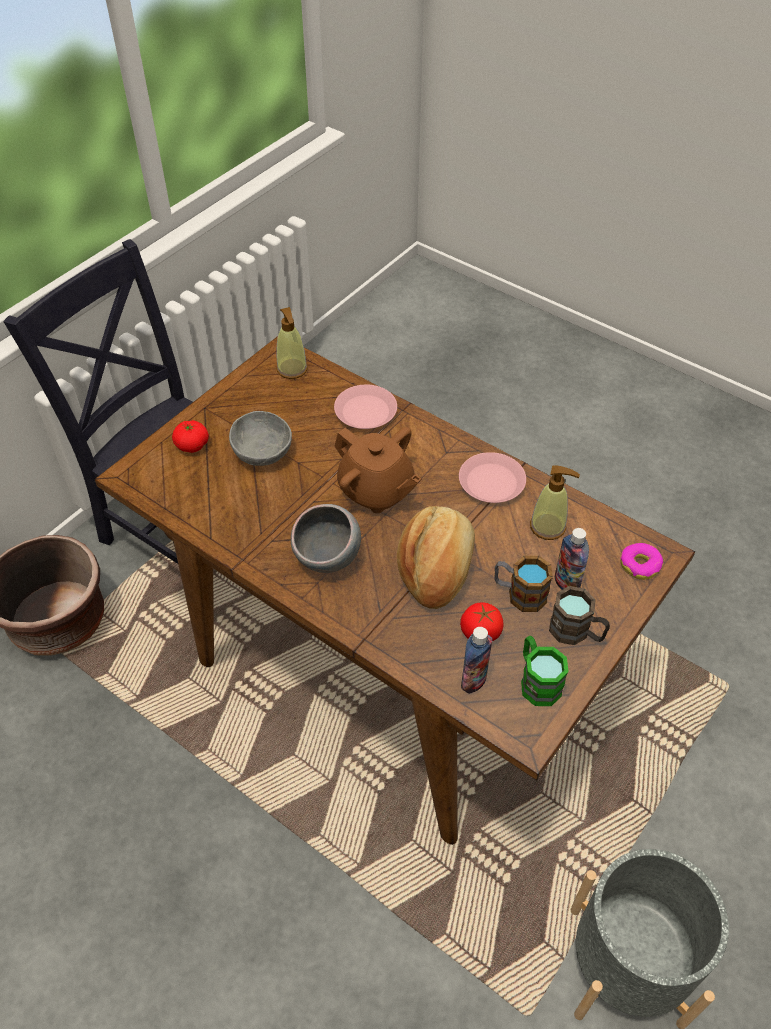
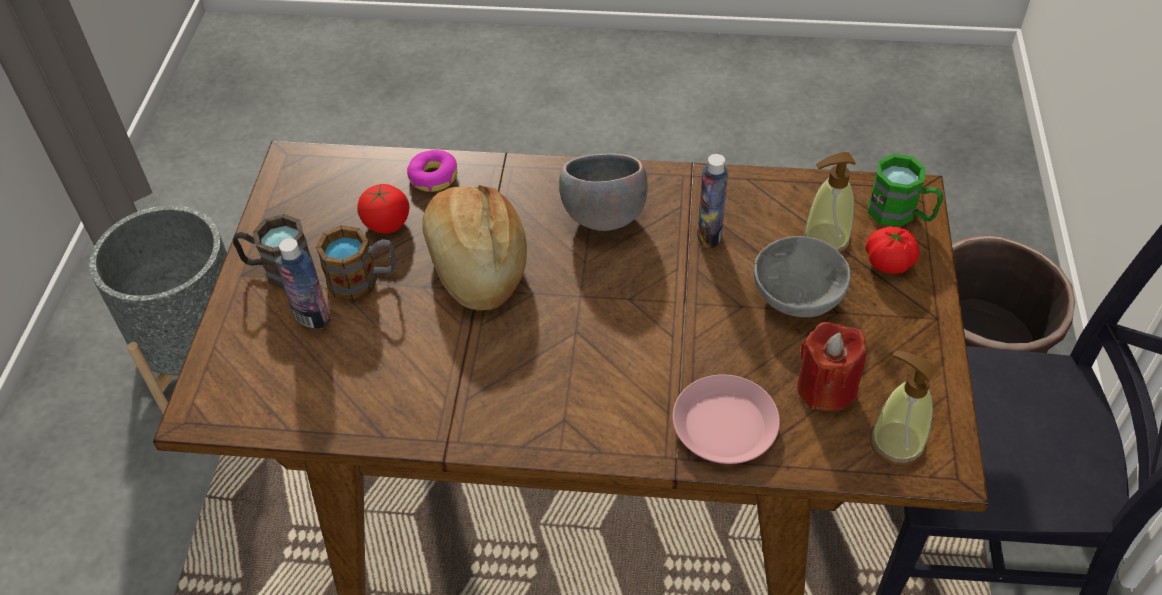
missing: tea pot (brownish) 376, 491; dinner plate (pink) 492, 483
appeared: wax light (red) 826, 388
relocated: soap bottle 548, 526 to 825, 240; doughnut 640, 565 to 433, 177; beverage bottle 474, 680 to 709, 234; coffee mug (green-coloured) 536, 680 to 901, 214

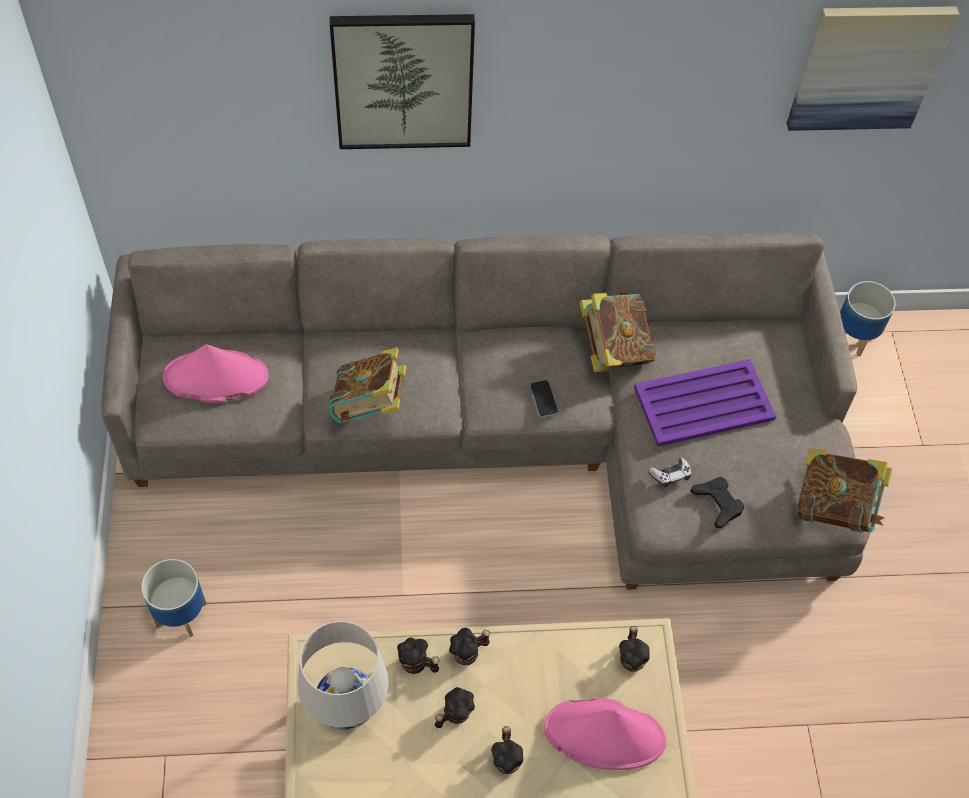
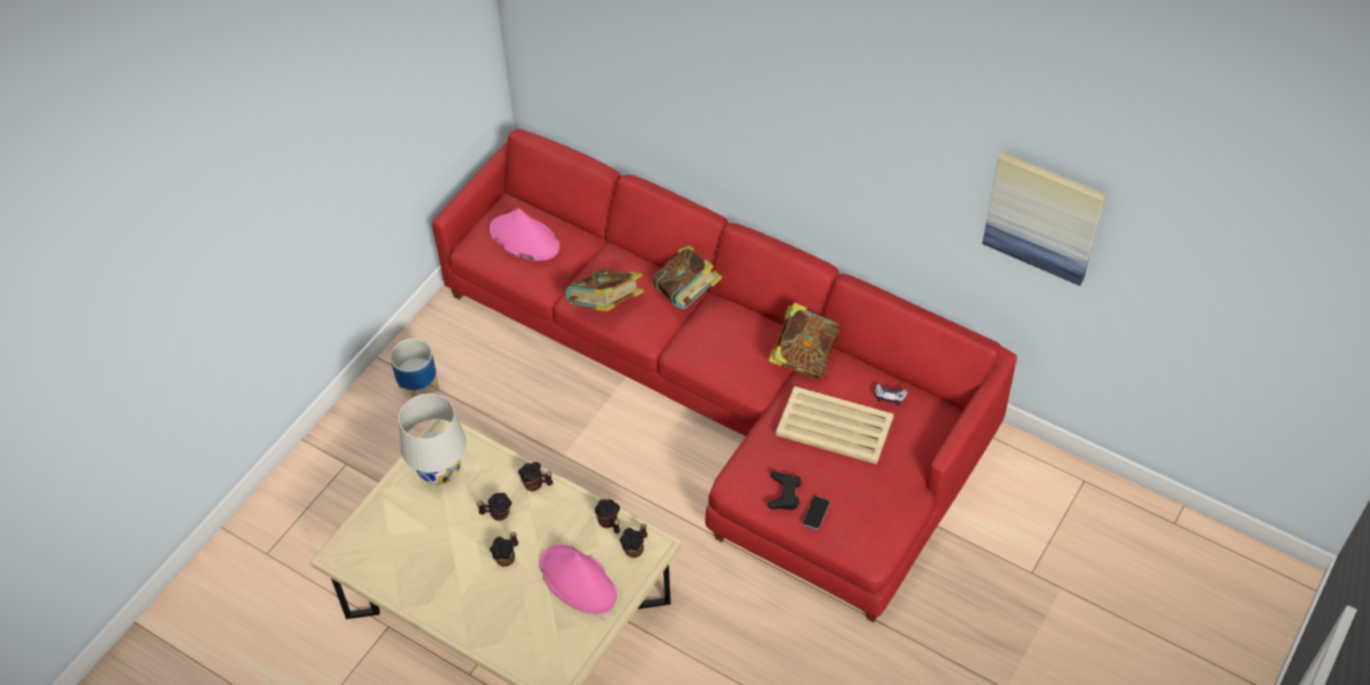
missing: wall picture 403, 80; flower pot 854, 337
relocated: telephone 543, 399 to 816, 513; bound book 834, 506 to 687, 294; game controller 670, 475 to 889, 397; coffee mug 418, 665 to 609, 523
colour: couch (greyish) 517, 428 to couch (red) 730, 393; serving tray (purple) 705, 403 to serving tray (beige) 835, 426

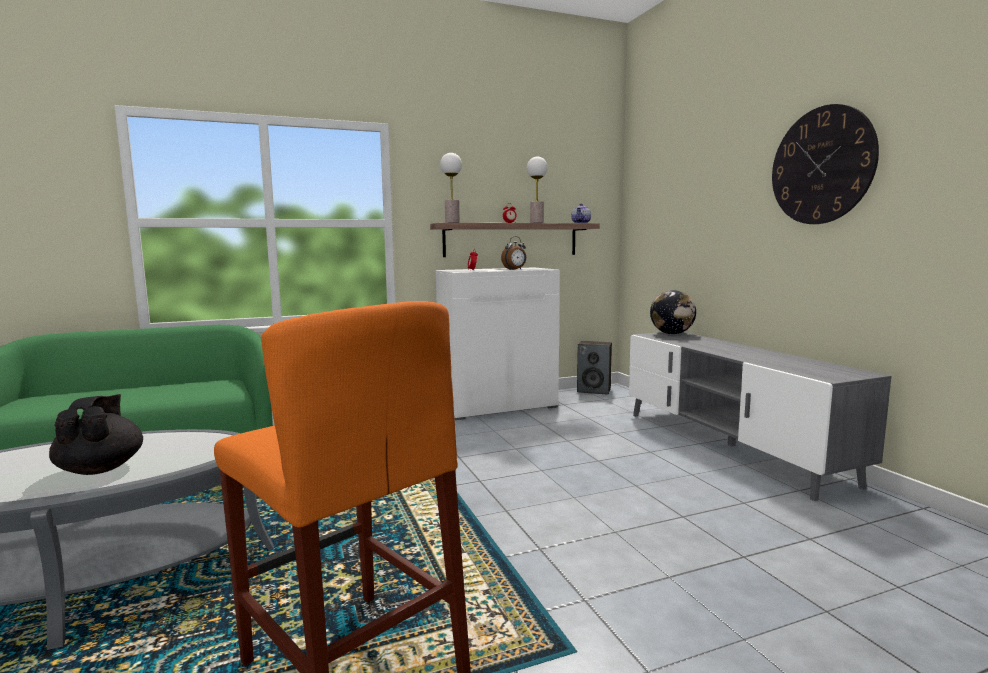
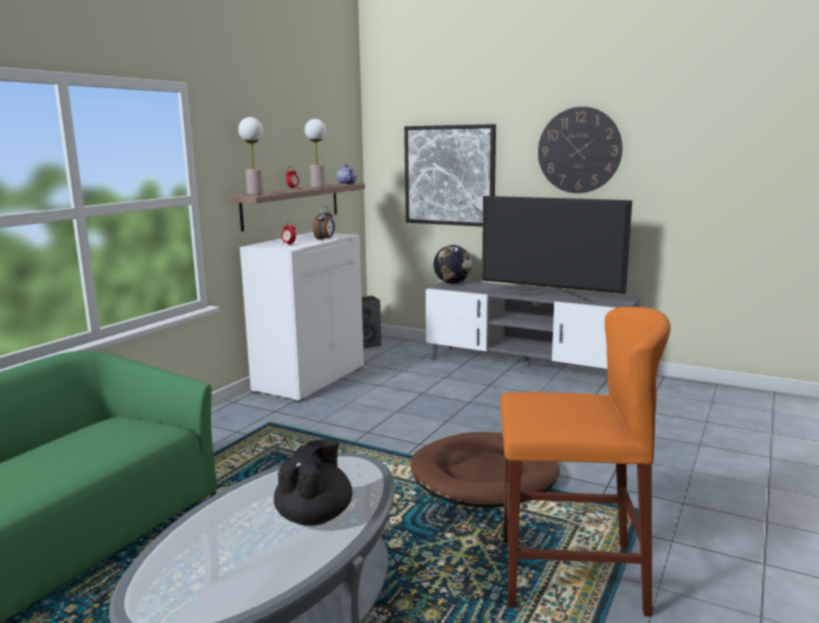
appeared: wall picture 449, 175; TV 550, 297; pet bed (brownish) 484, 476
spun: tea pot (black) 101, 468 = 315, 516 75 degrees clockwise

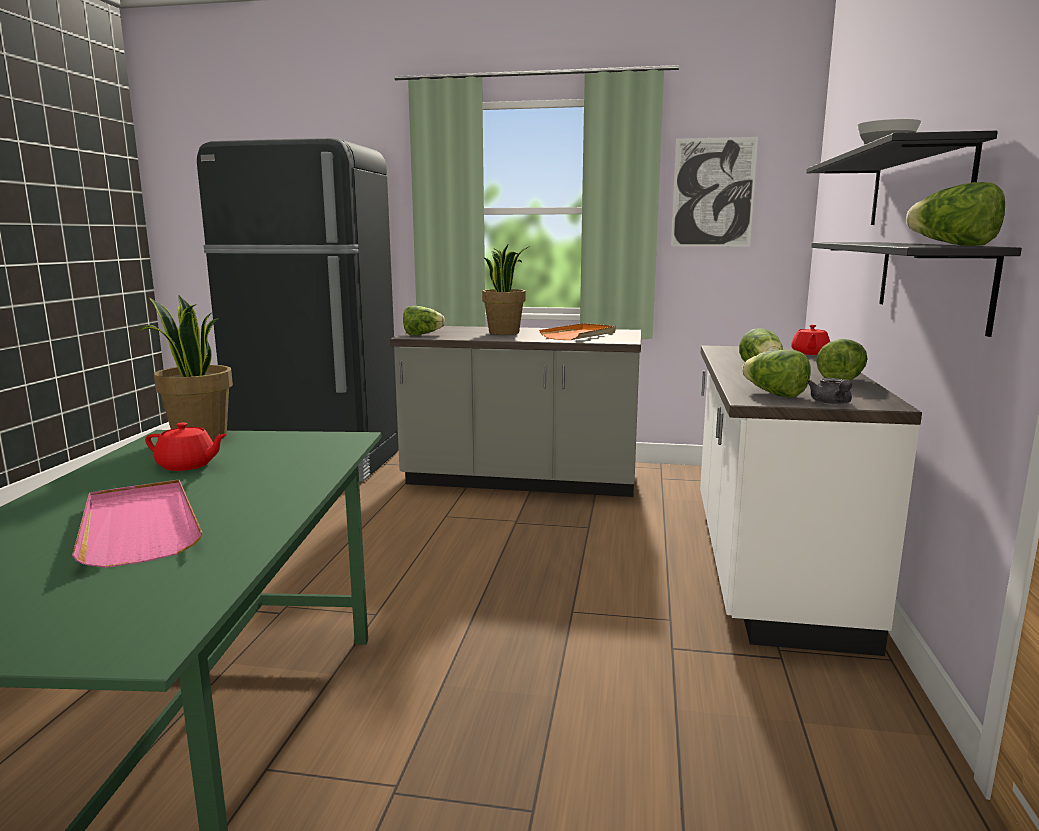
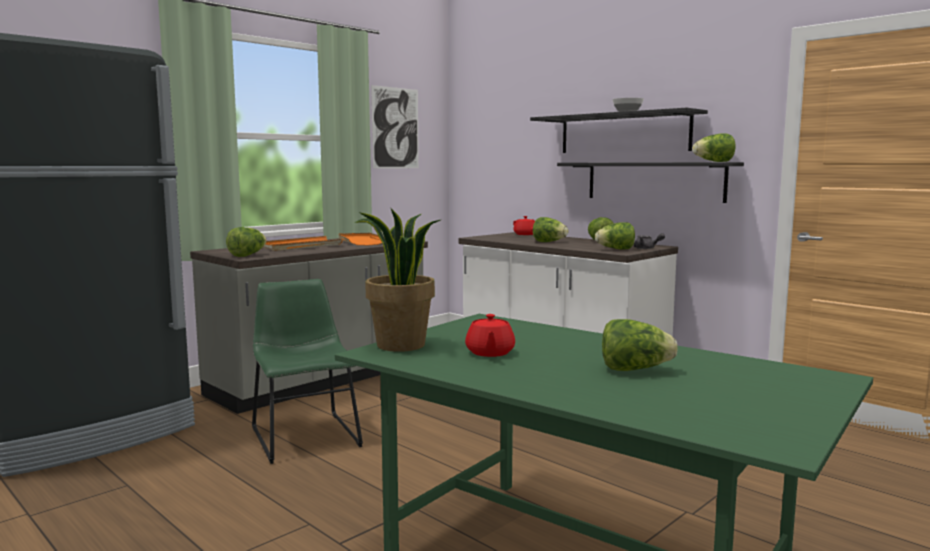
appeared: chair (green-coloured) 304, 435
exchanged: plant in a pot 504, 332 to serving tray (orangey) 300, 246; serving tray (pink) 139, 527 to lettuce head 634, 370
spun: tea pot (red) 187, 465 = 489, 353 135 degrees clockwise

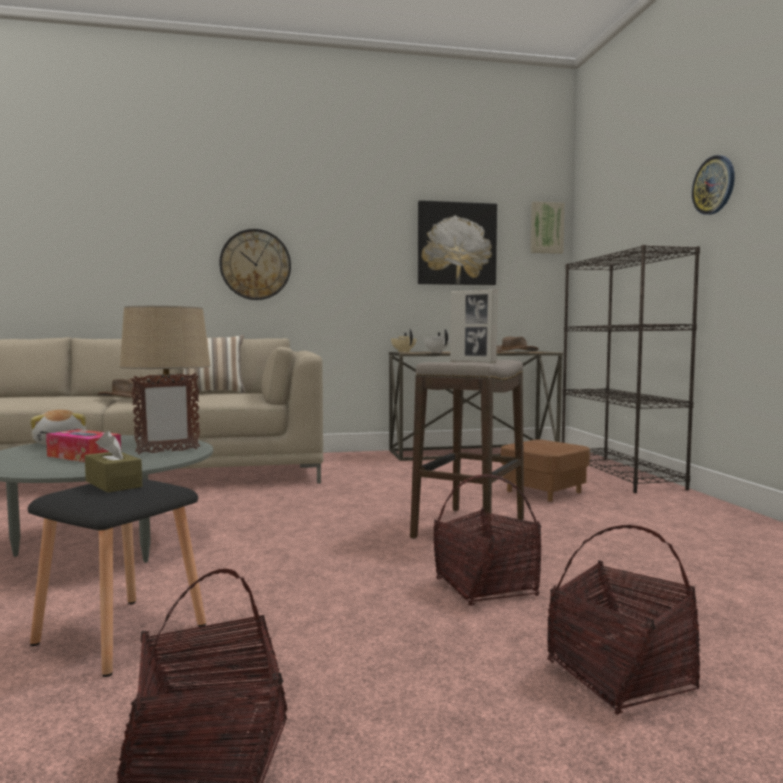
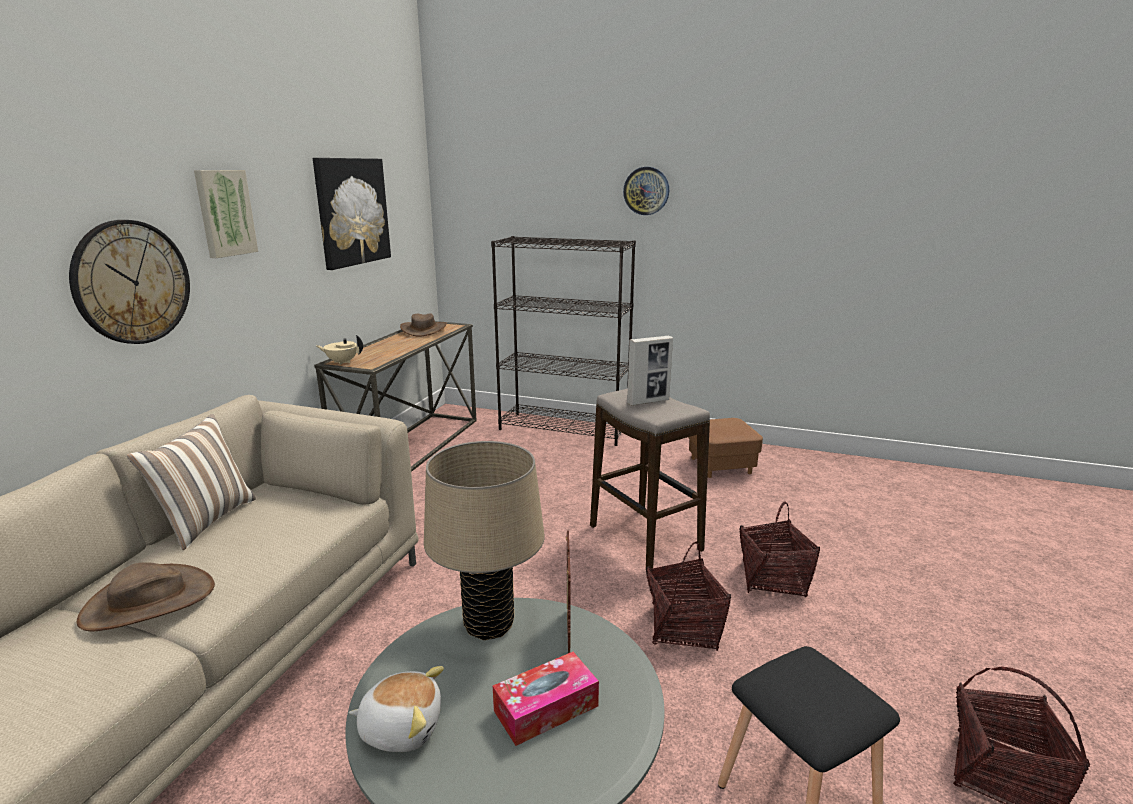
missing: tea pot (whitish) 436, 352; tissue box (brownish) 113, 484
relocated: wall picture 546, 228 to 224, 213; ottoman (brownish) 544, 492 to 721, 466; storage basket 619, 676 to 683, 627

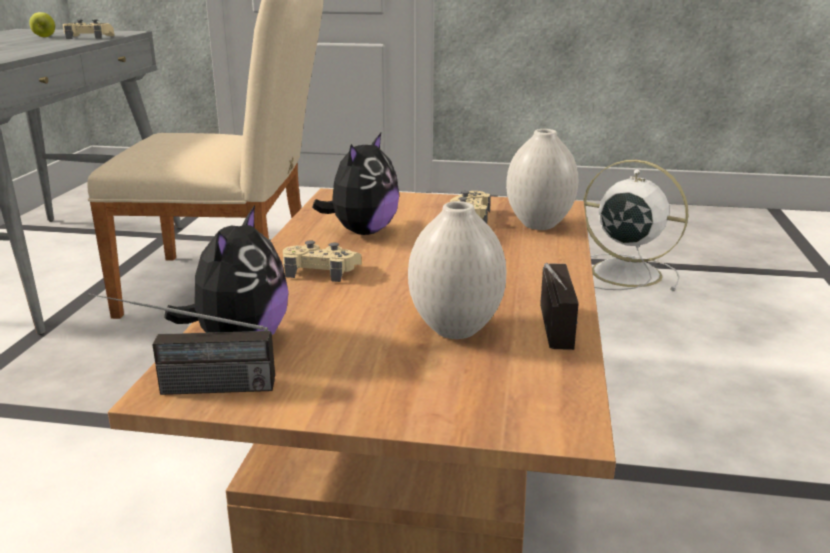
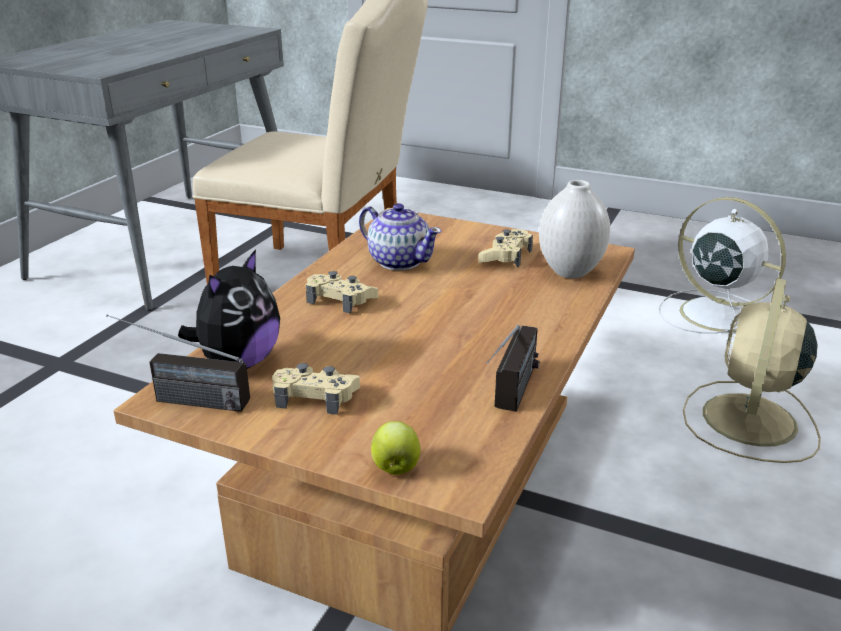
missing: flower vase (whitish) 454, 329
appeared: electric fan (beige) 748, 422
relocated: apple 44, 37 to 396, 468; game controller (beige) 89, 38 to 315, 396
exchanged: plush toy 362, 231 to tea pot 399, 261

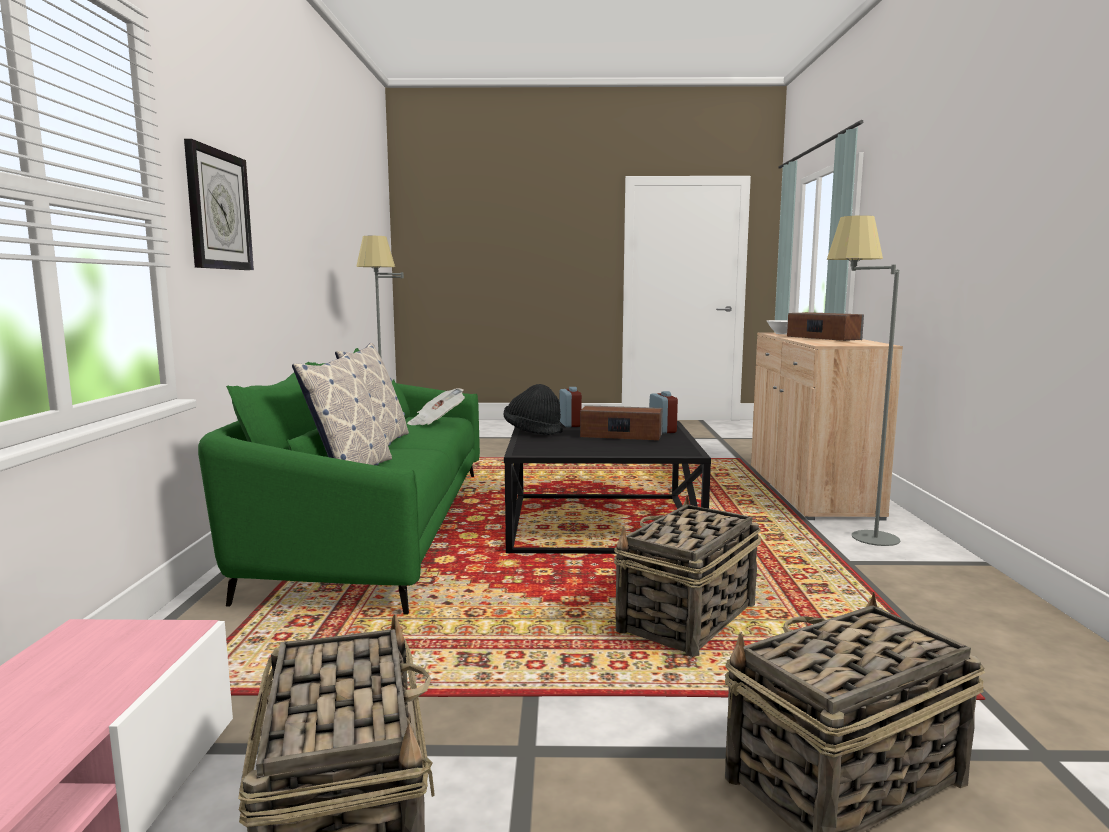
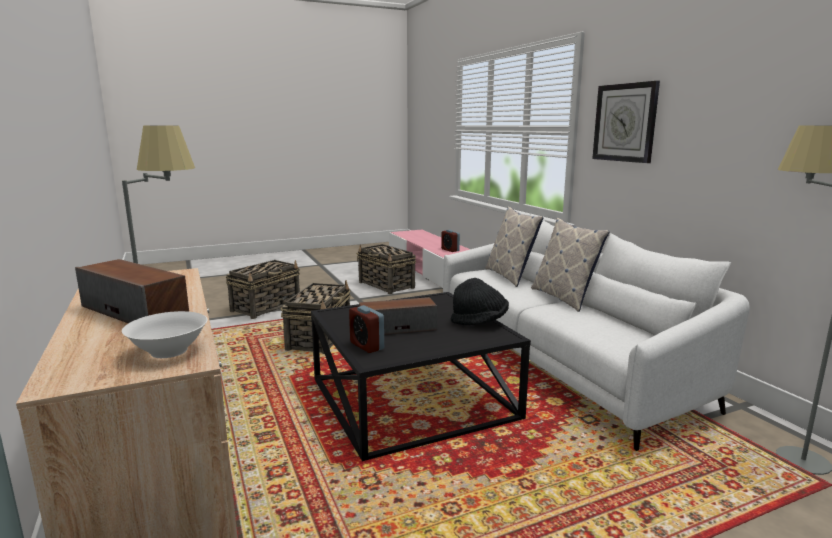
missing: newspaper 436, 422
relocated: table clock 570, 424 to 450, 250
colour: couch (green-coloured) 376, 527 to couch (whitish) 563, 358

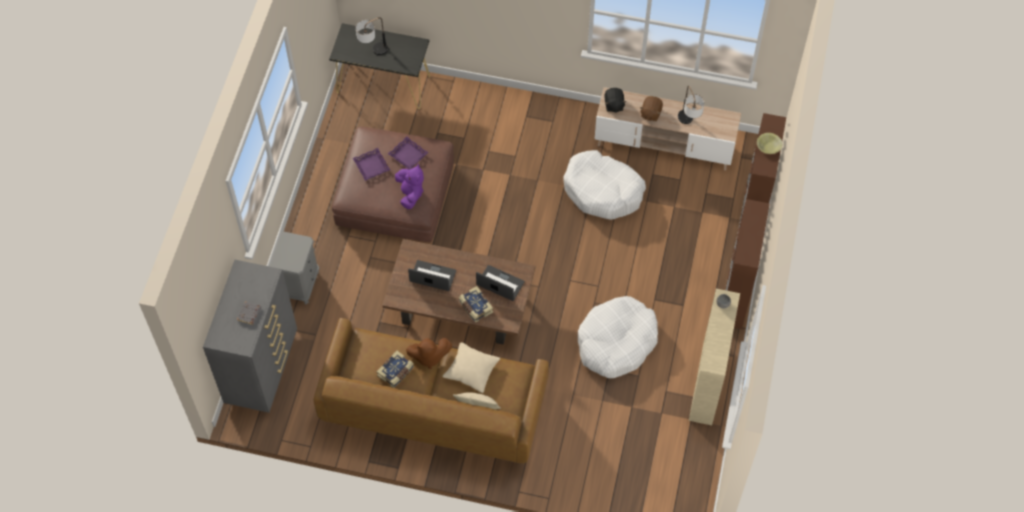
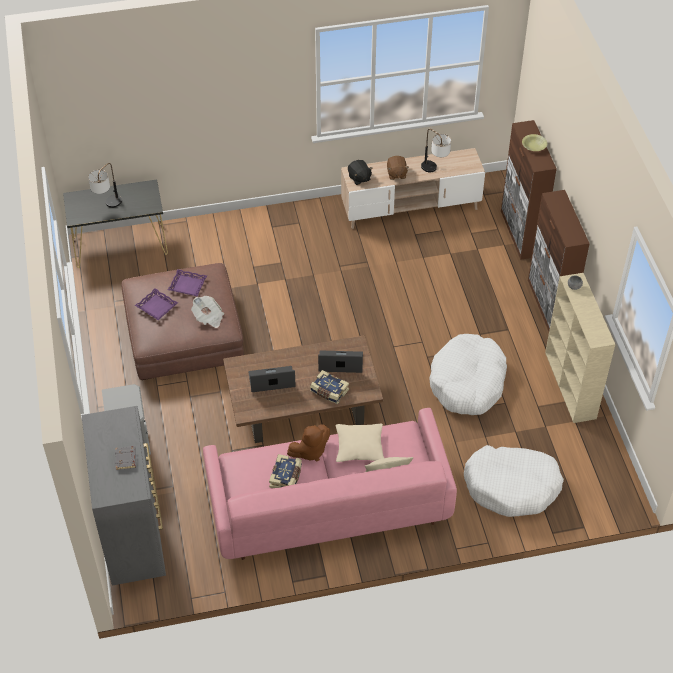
relocated: pet bed (whitish) 603, 191 to 512, 486
exchanged: plush toy (purple) 410, 194 to newspaper 208, 317
colour: couch (brownish) 433, 407 to couch (pink) 329, 505

